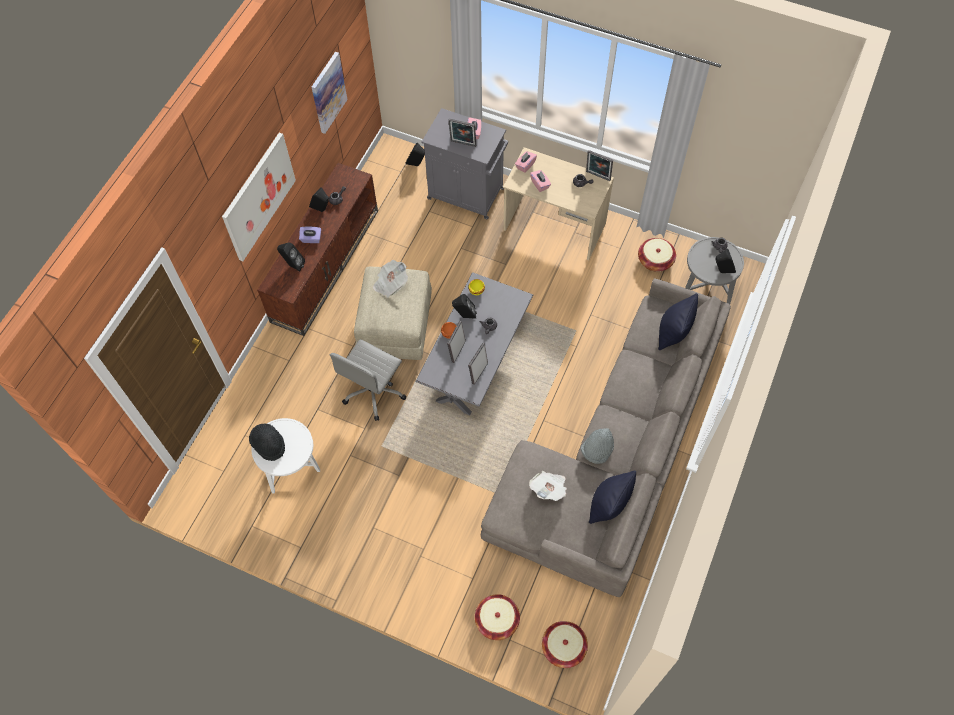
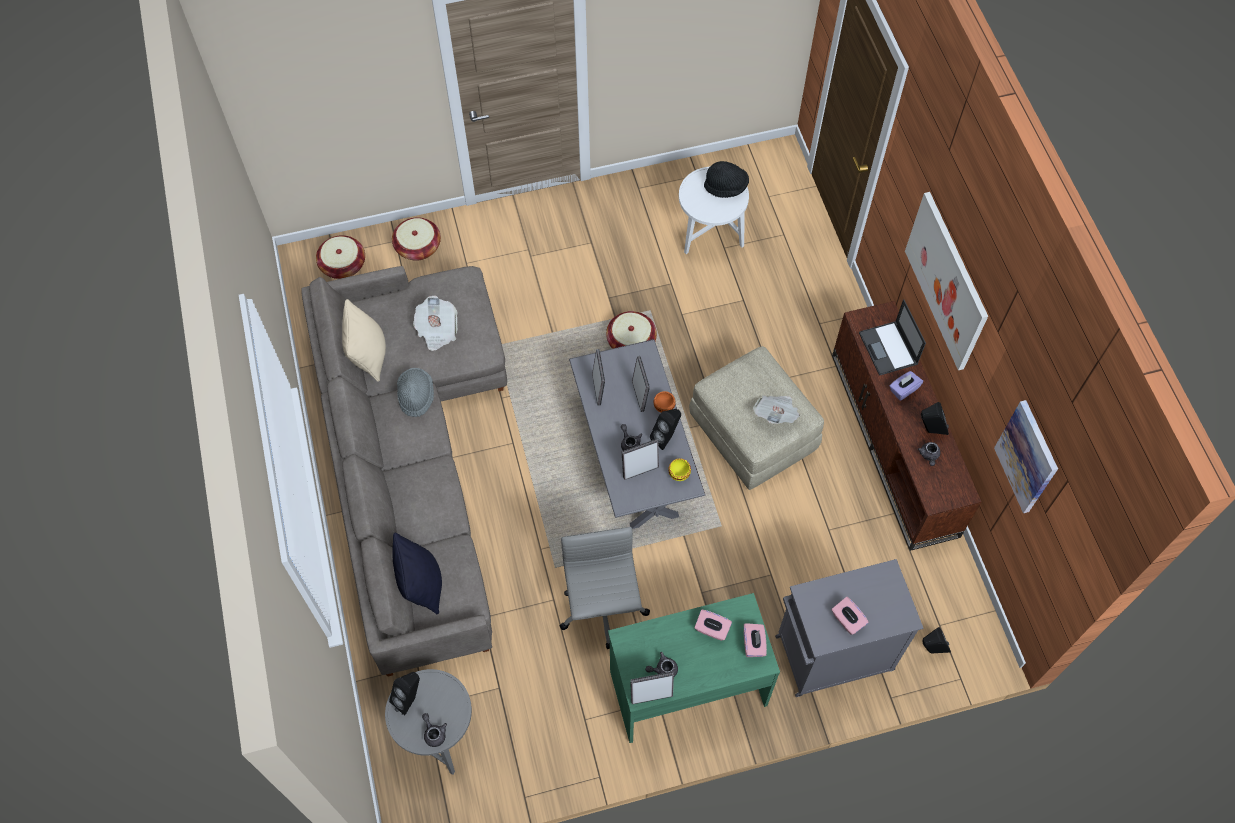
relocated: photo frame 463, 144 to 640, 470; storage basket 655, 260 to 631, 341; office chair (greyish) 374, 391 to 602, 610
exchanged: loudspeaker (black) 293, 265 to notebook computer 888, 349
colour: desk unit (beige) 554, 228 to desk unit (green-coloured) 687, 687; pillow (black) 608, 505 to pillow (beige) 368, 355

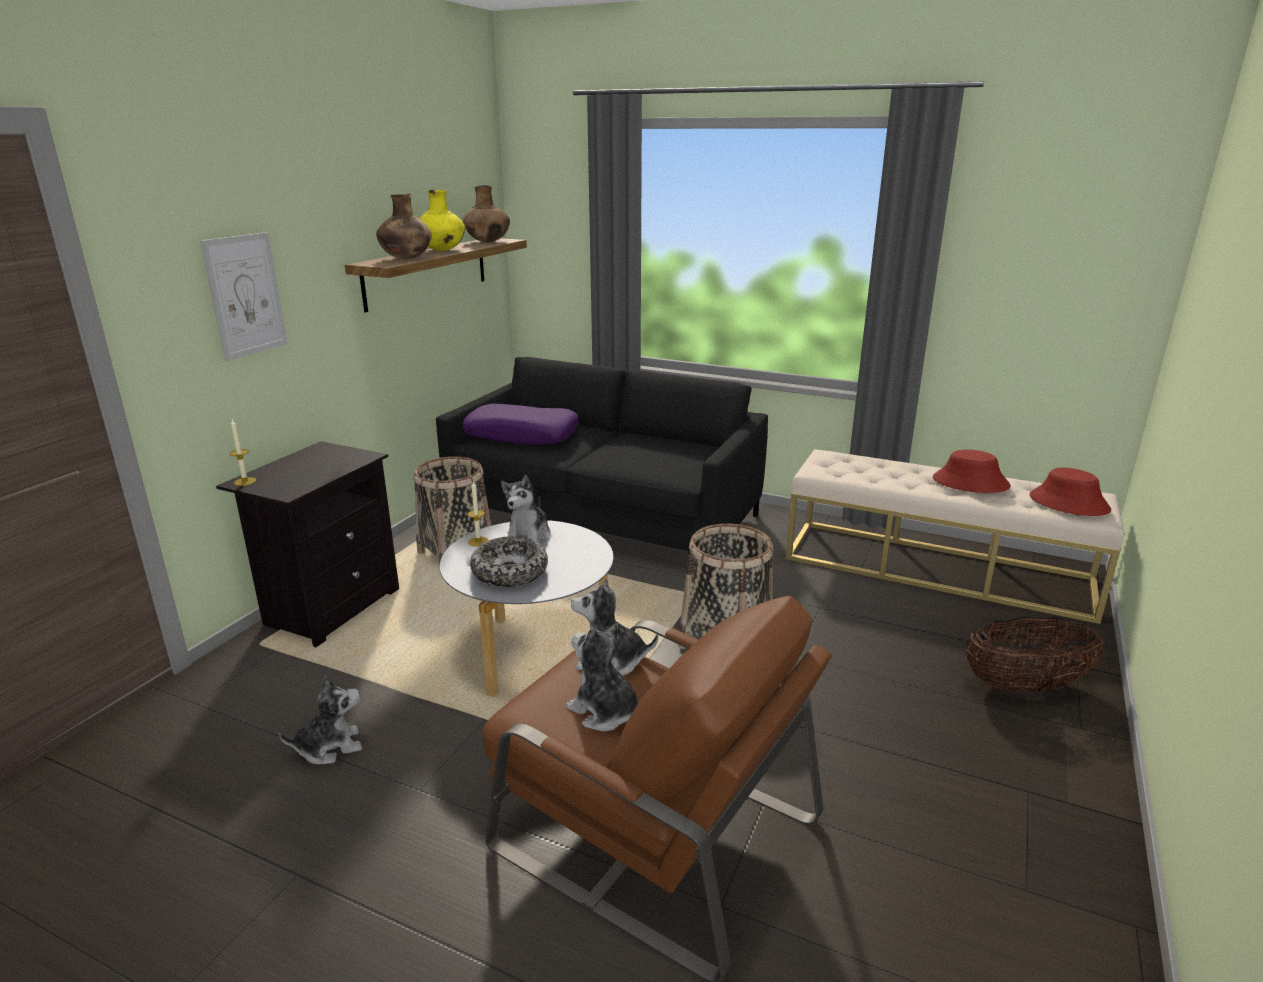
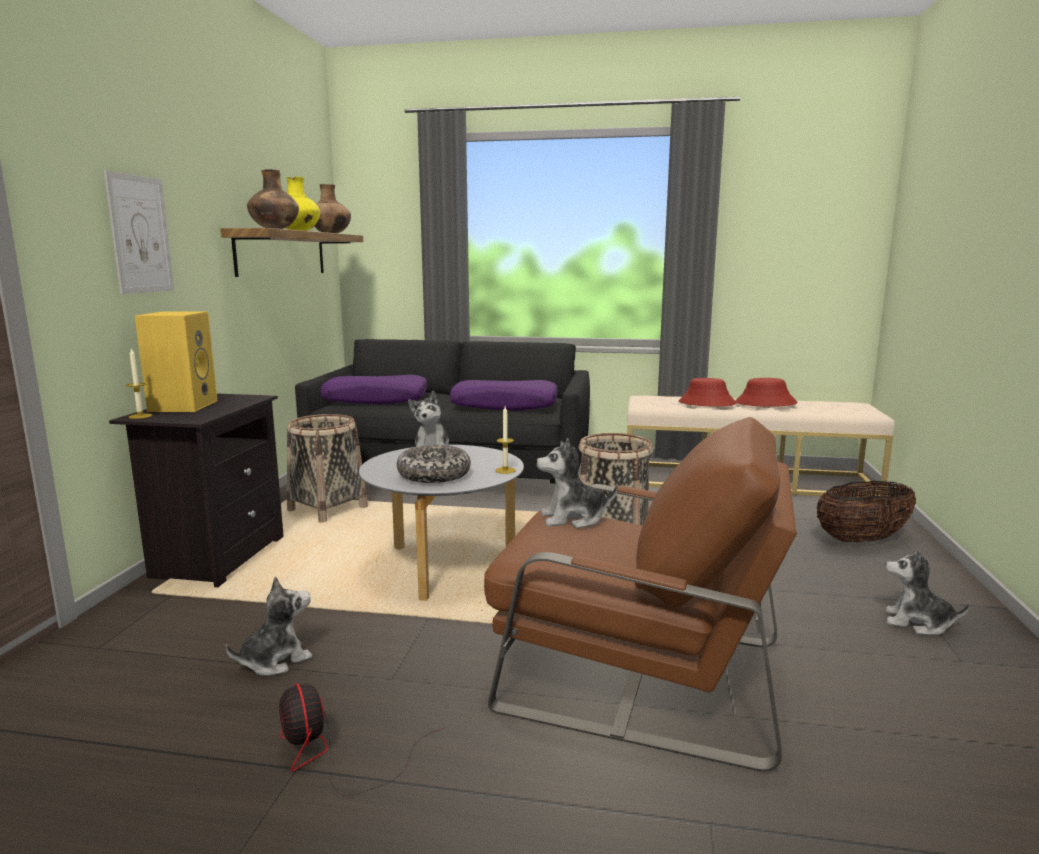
appeared: loudspeaker (yellow-coloured) 182, 406; pillow (purple) 504, 406; electric fan 332, 756
relocated: clothing hat (red) 1068, 503 to 706, 403; wax light 478, 541 to 505, 470; plush toy 604, 712 to 917, 623

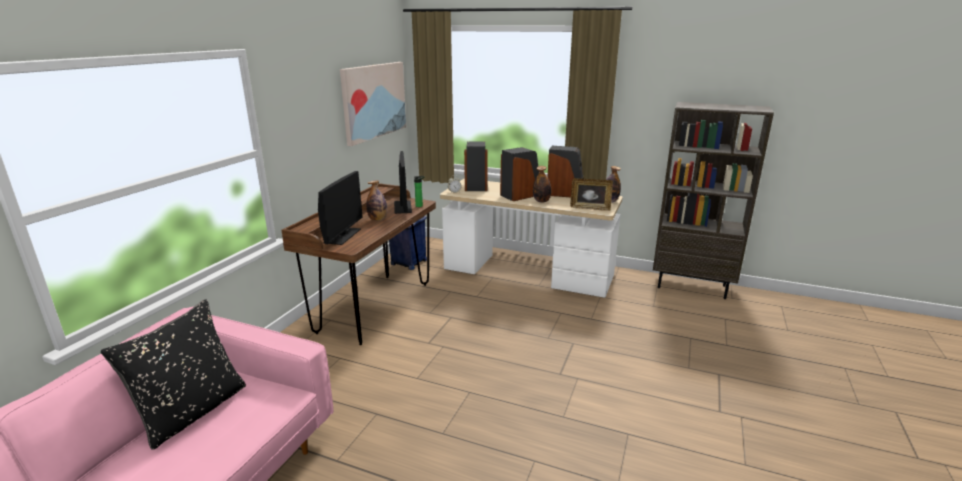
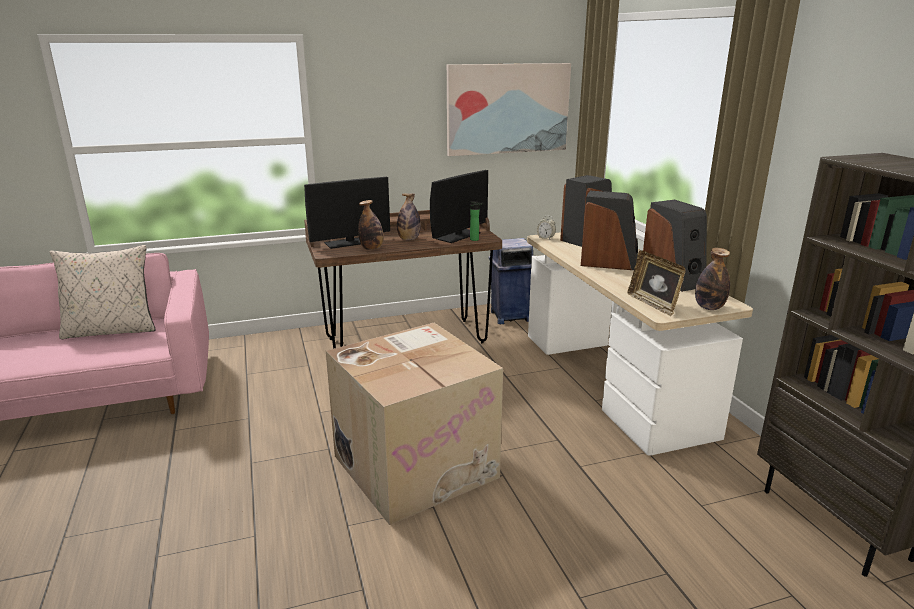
appeared: carton 416, 465
relocated: beverage bottle 541, 201 to 372, 248
colour: pillow (black) 193, 411 to pillow (beige) 111, 330

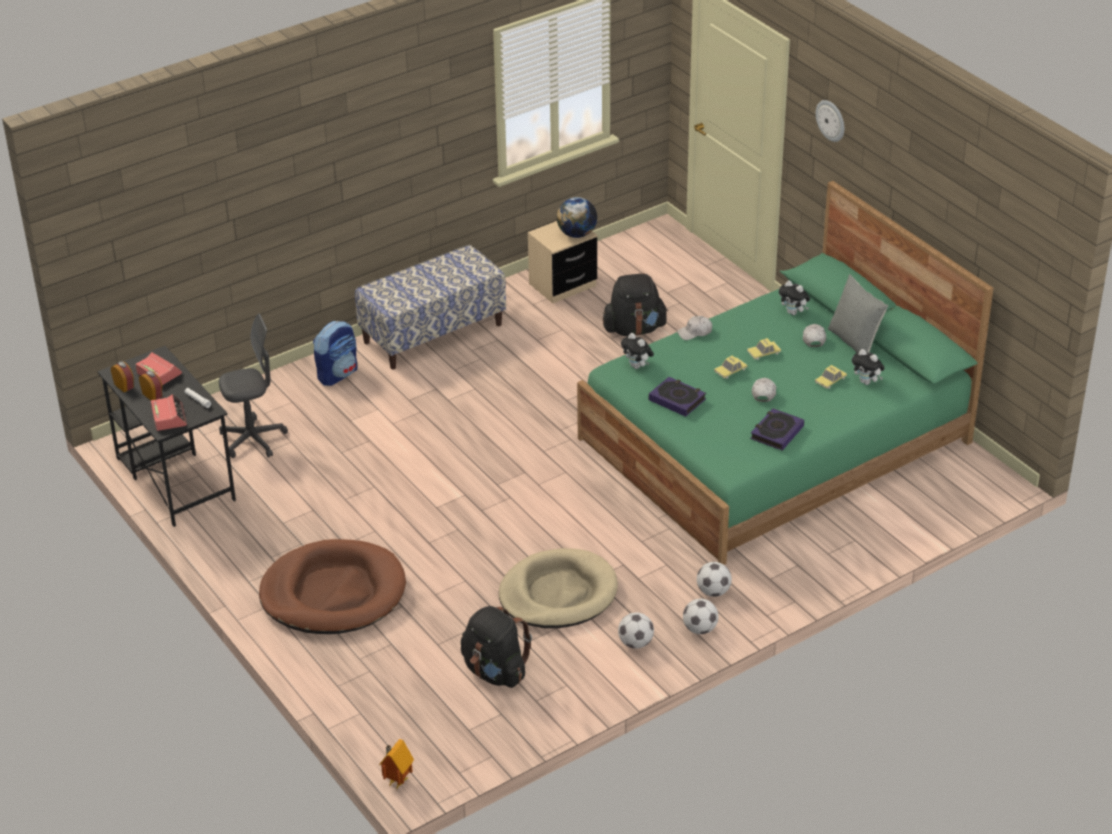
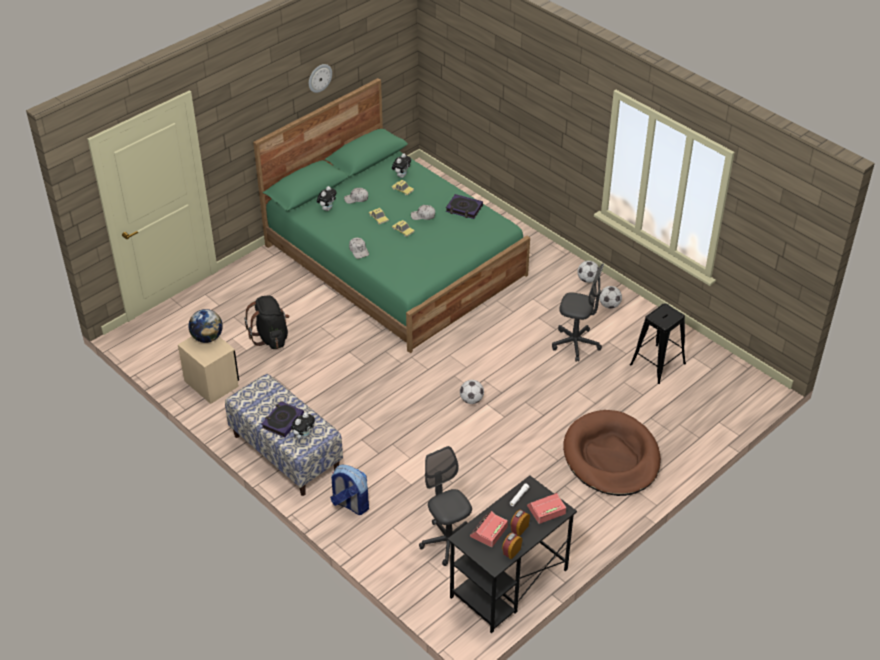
missing: pillow (greyish) 855, 342; toy house 396, 781
relocated: wall clock 831, 120 to 319, 78; plush toy 637, 366 to 304, 435; bound book 677, 400 to 282, 421; football 713, 592 to 471, 400
exchanged: pet bed (beige) 558, 593 to office chair (greyish) 576, 344; knapsack (black) 495, 672 to stool (black) 657, 364

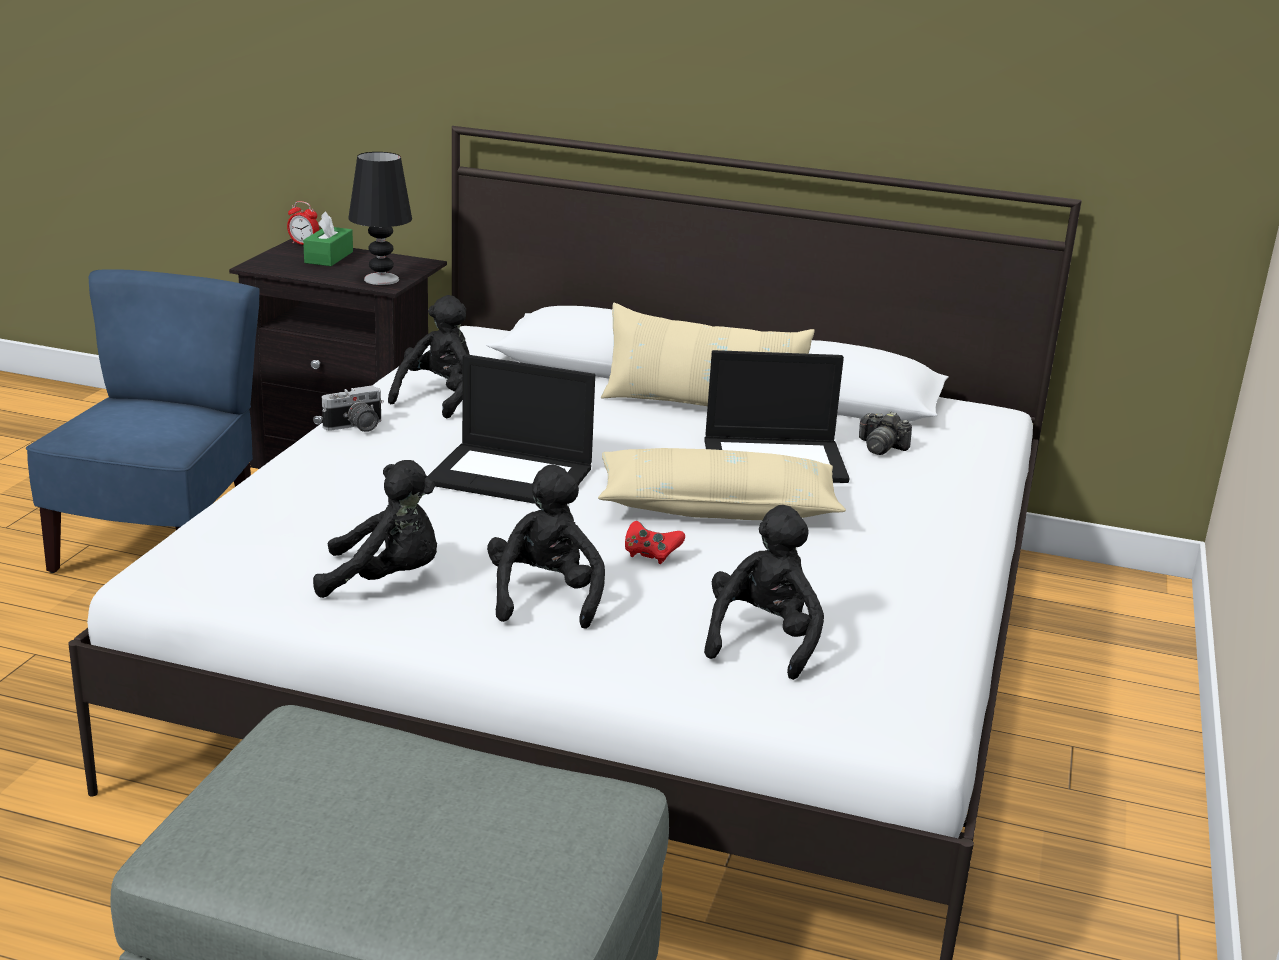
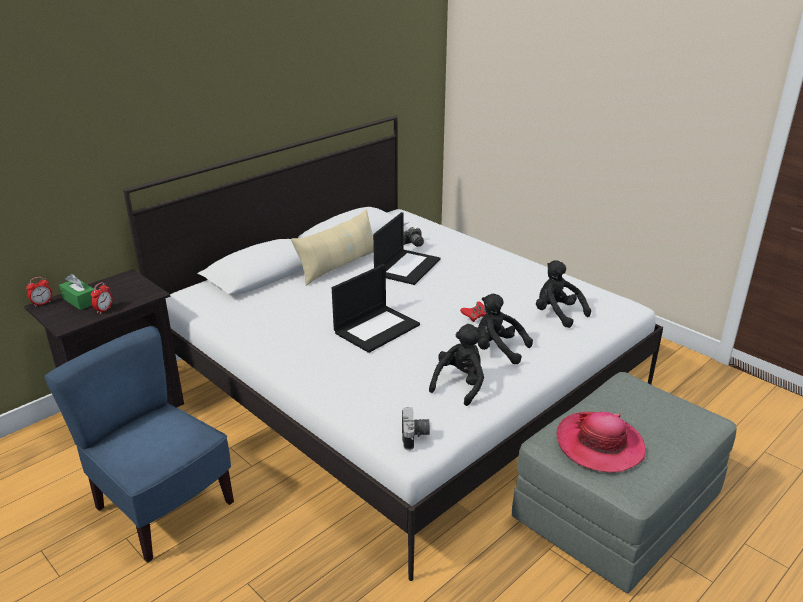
missing: tabletop lamp (black) 381, 279; plush toy (black) 438, 397; pillow (beige) 717, 507
appeared: table clock 104, 310; clothing hat 599, 445
relocated: still camera 356, 427 to 415, 436

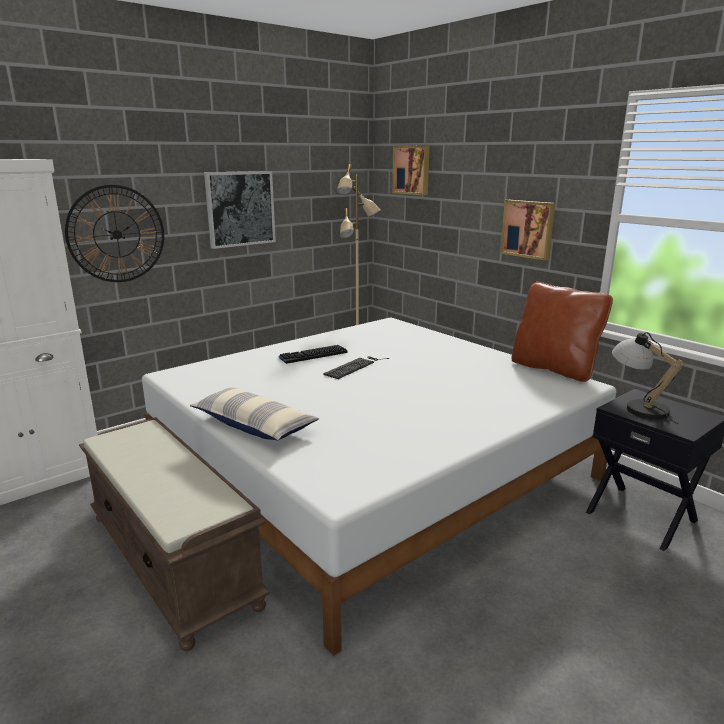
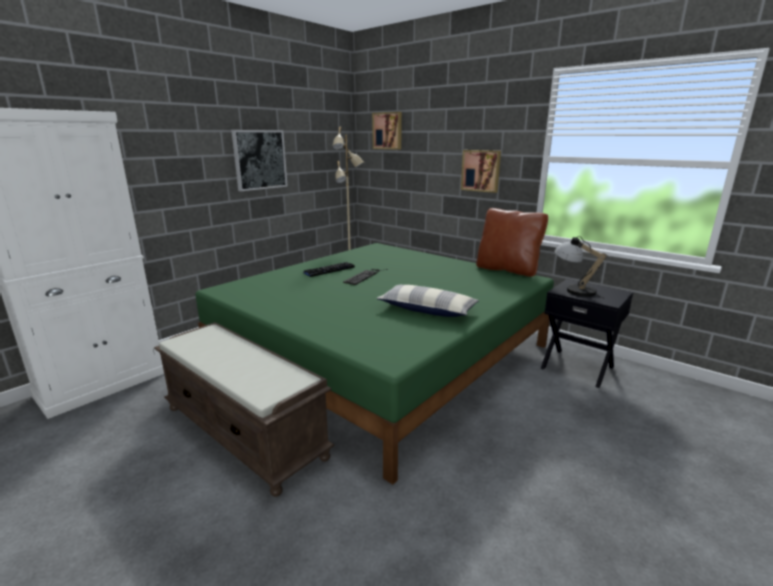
missing: wall clock 116, 234
relocated: pillow 254, 425 to 427, 309
colour: bed (whitish) 372, 472 to bed (green-coloured) 382, 355

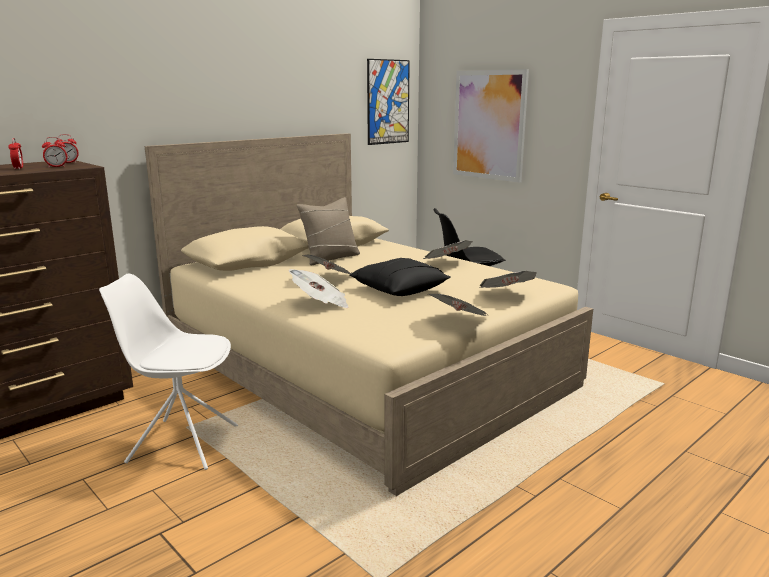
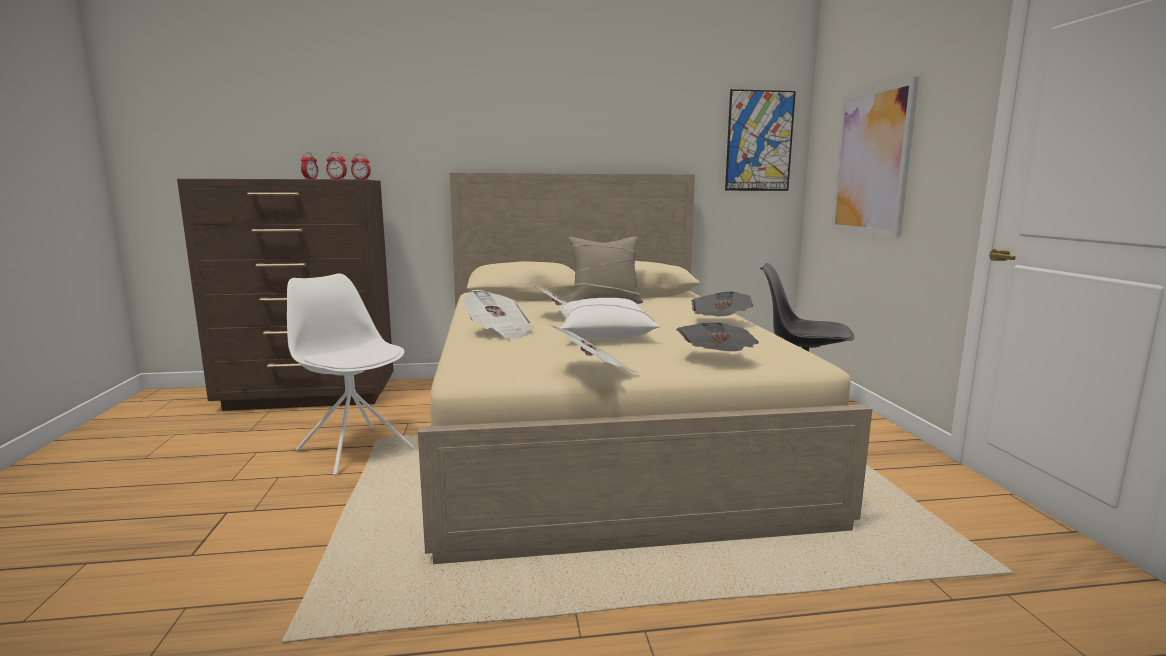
colour: pillow (black) 399, 289 to pillow (whitish) 604, 335

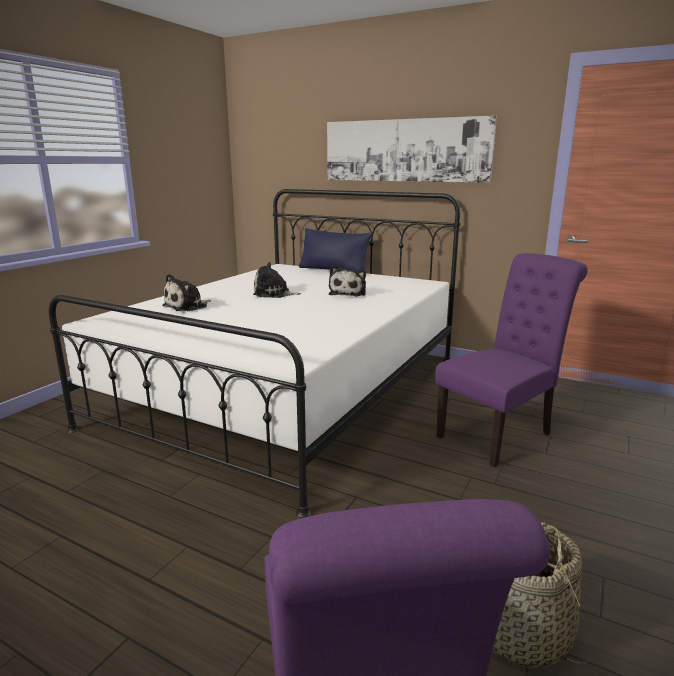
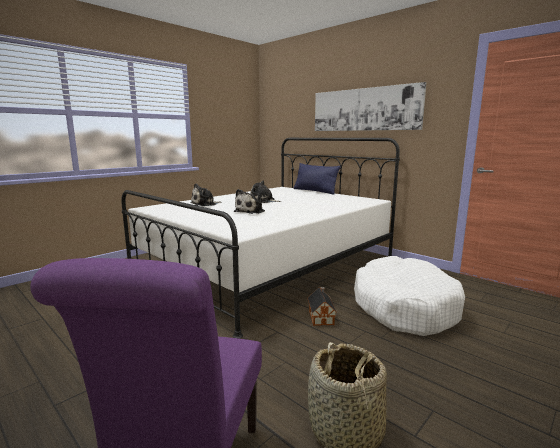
appeared: toy house 321, 316
relocated: plush toy 348, 293 to 251, 211
exchanged: chair (purple) 499, 433 to pet bed (whitish) 403, 307

